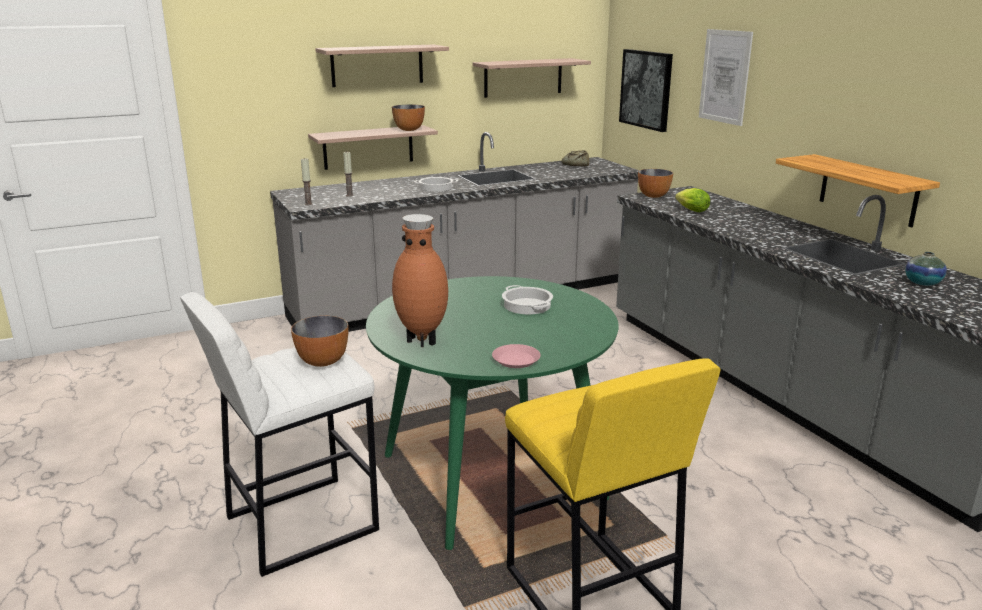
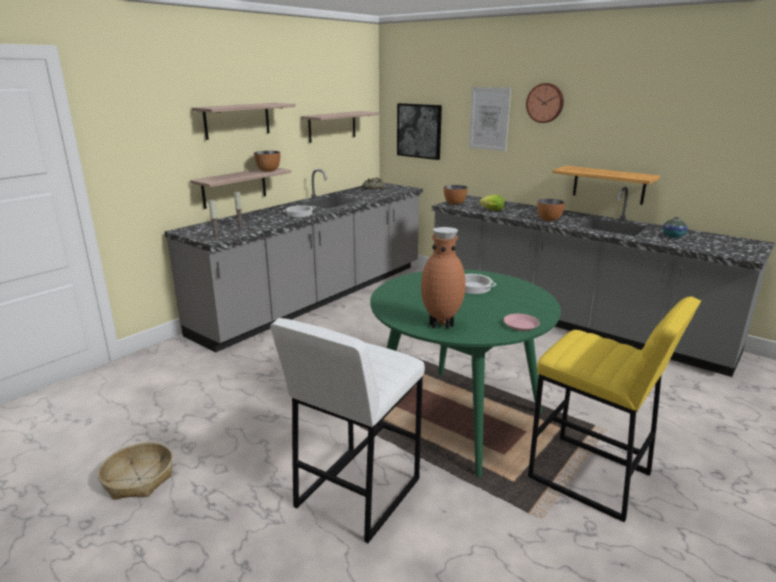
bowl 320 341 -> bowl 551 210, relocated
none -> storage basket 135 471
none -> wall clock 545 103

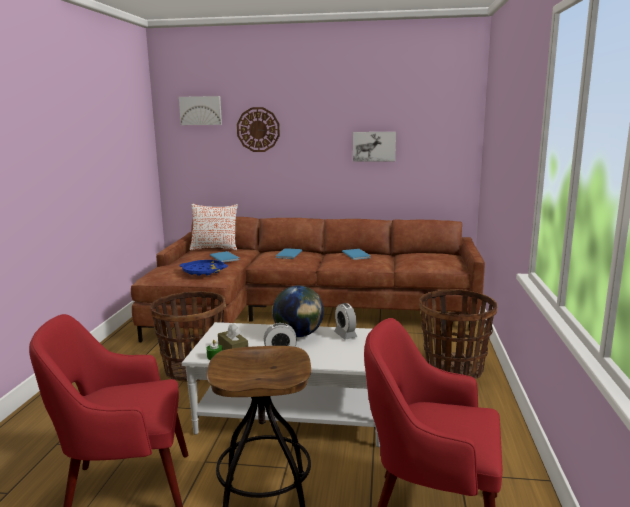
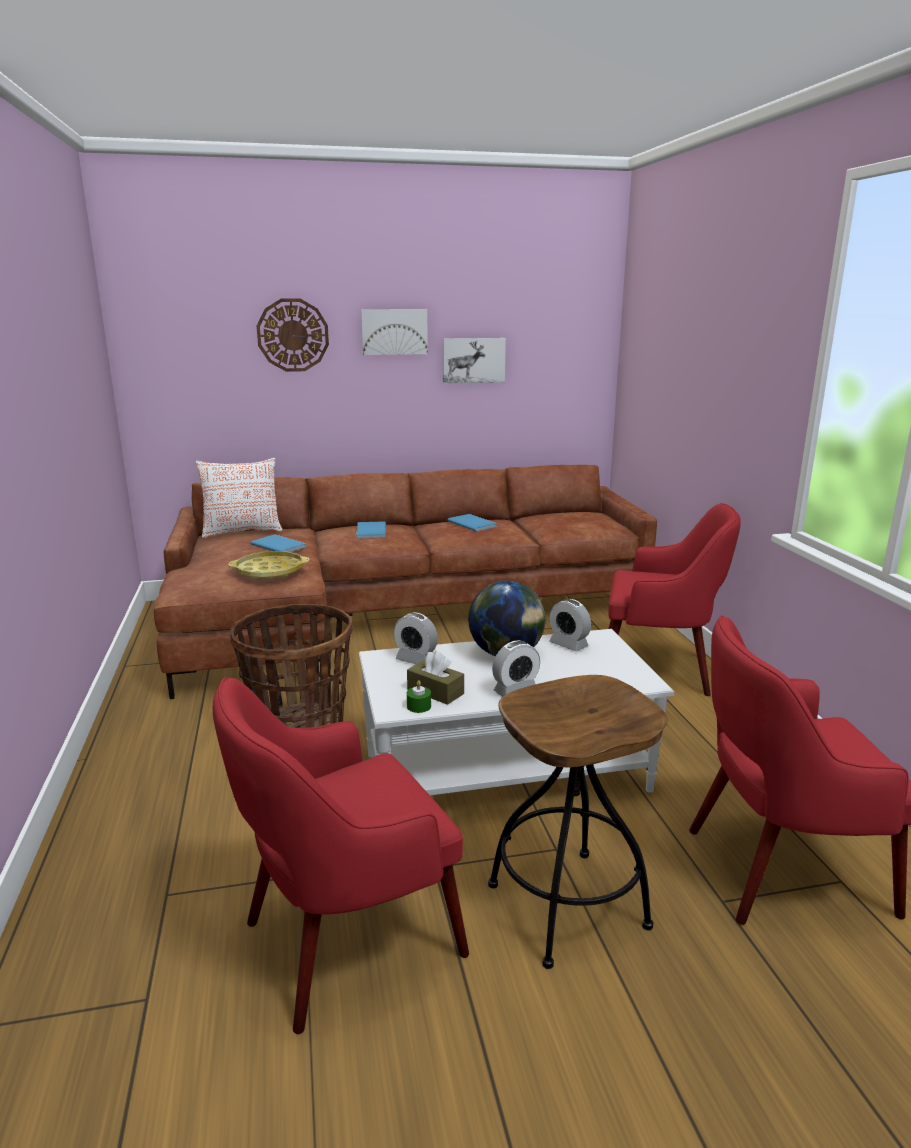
wall art 200 110 -> wall art 394 332, relocated
tray/bluish 204 268 -> tray/yellowish 269 565
storage basket 458 334 -> lounge chair/red 674 599
none -> bedside clock 416 638

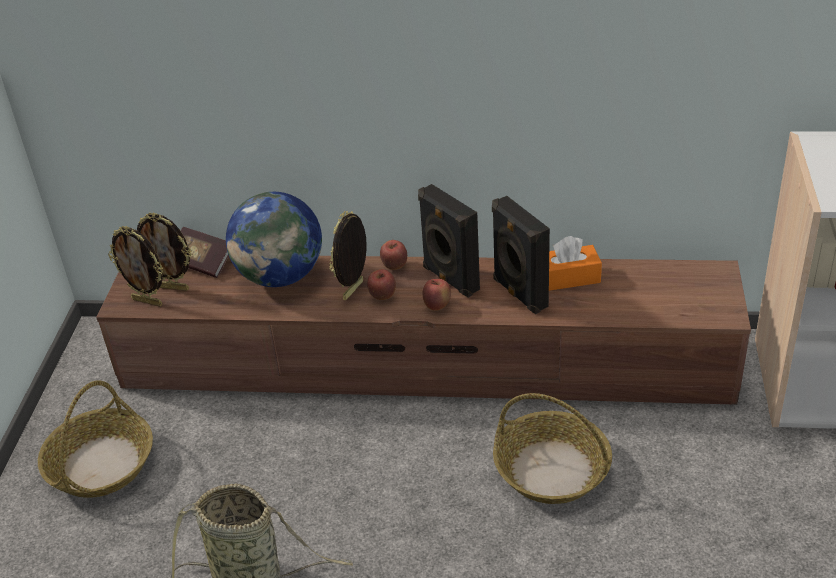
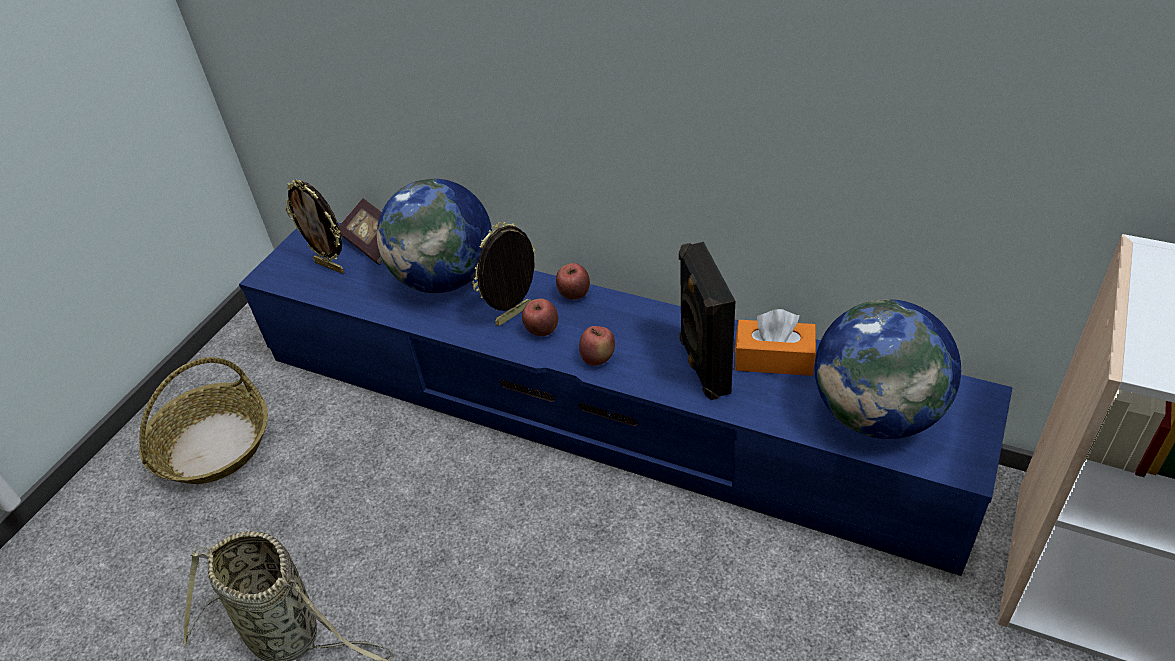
tv stand/brown 423 330 -> tv stand/bluish 626 399
picture frame 135 266 -> none
loudspeaker/black 449 241 -> none
storage basket 552 448 -> none
none -> world globe 888 369

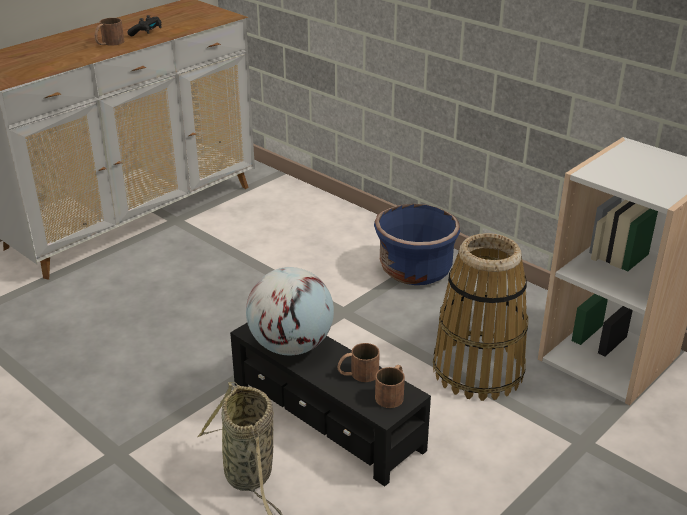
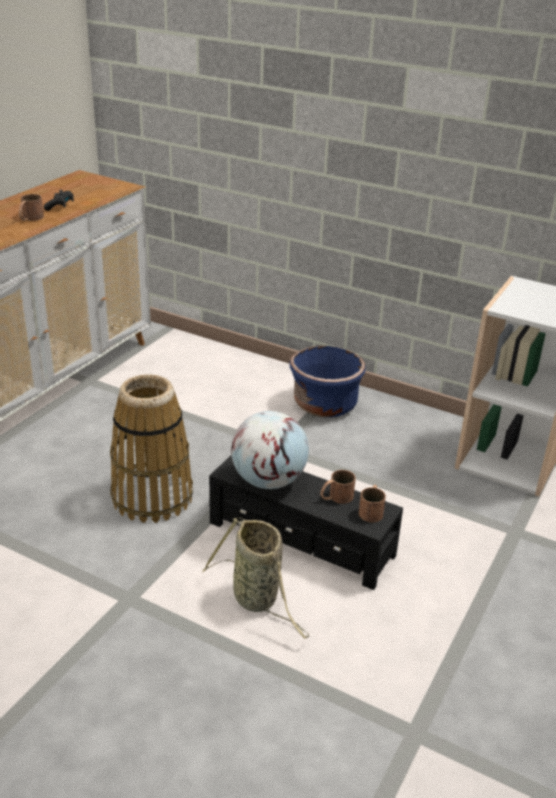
storage basket 480 317 -> storage basket 151 448, relocated

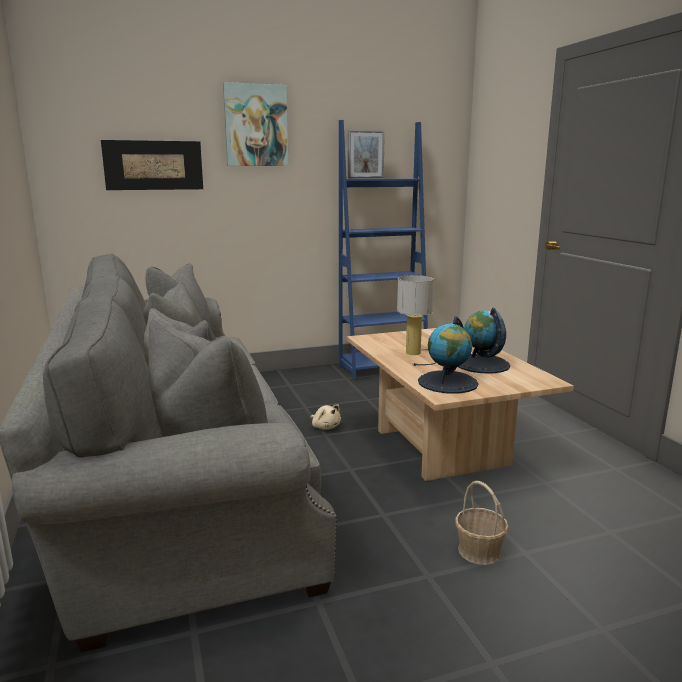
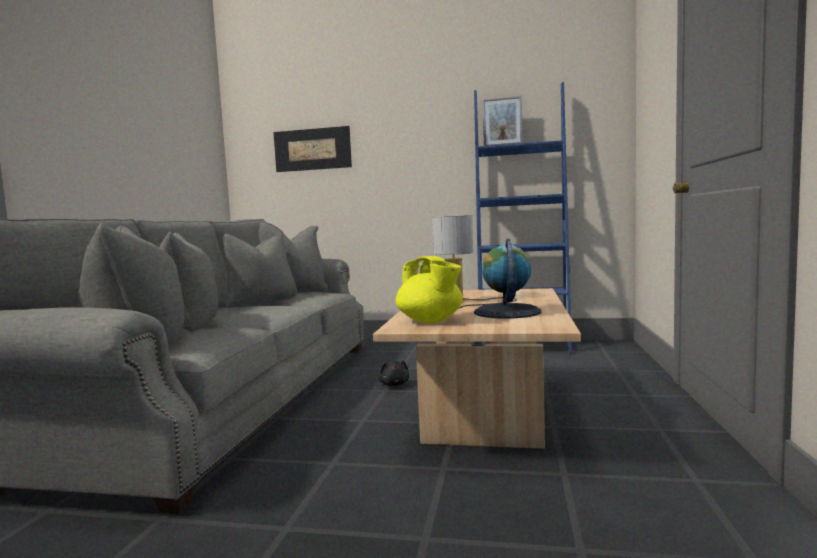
wall art 256 124 -> none
soft toy/beige-coloured 325 417 -> soft toy/black 393 373
world globe 448 355 -> pot for tea/yellowish 429 289
storage basket 482 523 -> none

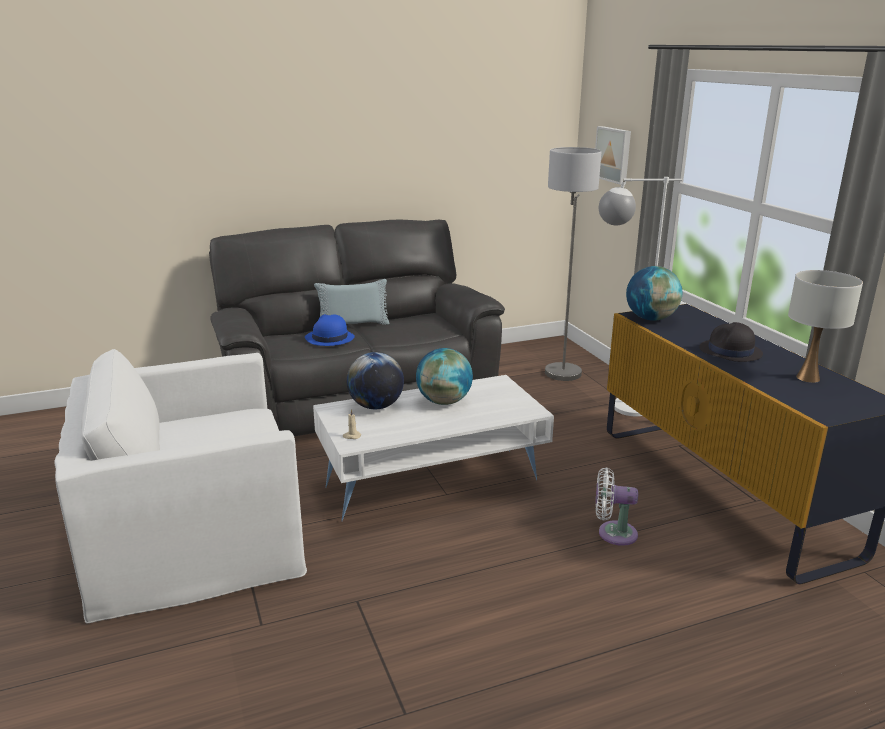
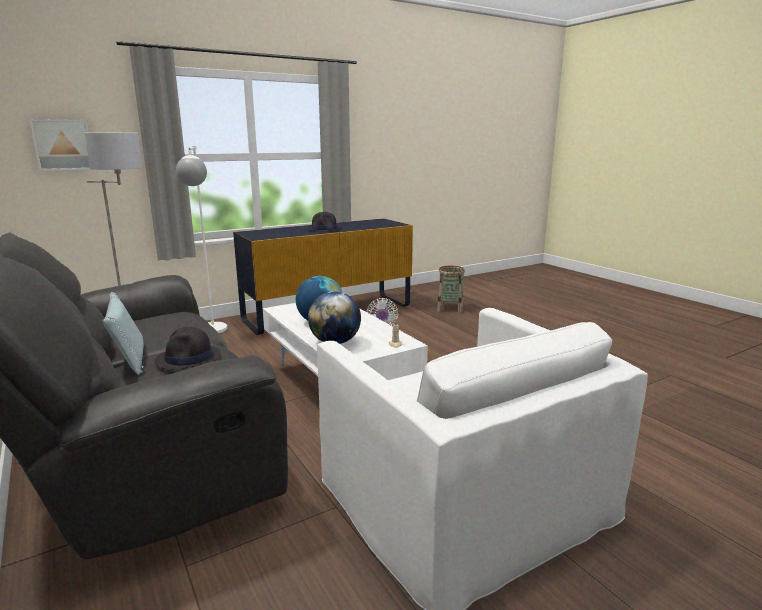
wearable hat/bluish 330 330 -> wearable hat/black 187 348
world globe 654 293 -> none
tabletop lamp/whitish 825 326 -> none
none -> storage basket 451 289

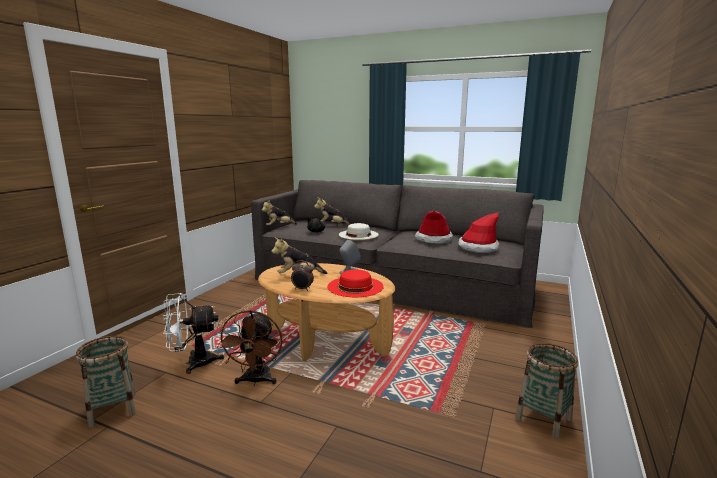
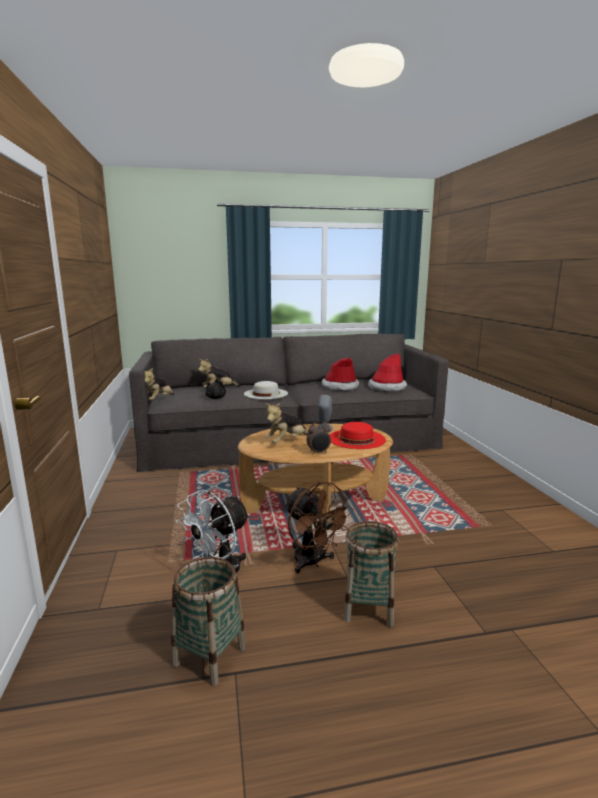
storage basket 546 391 -> storage basket 371 574, relocated

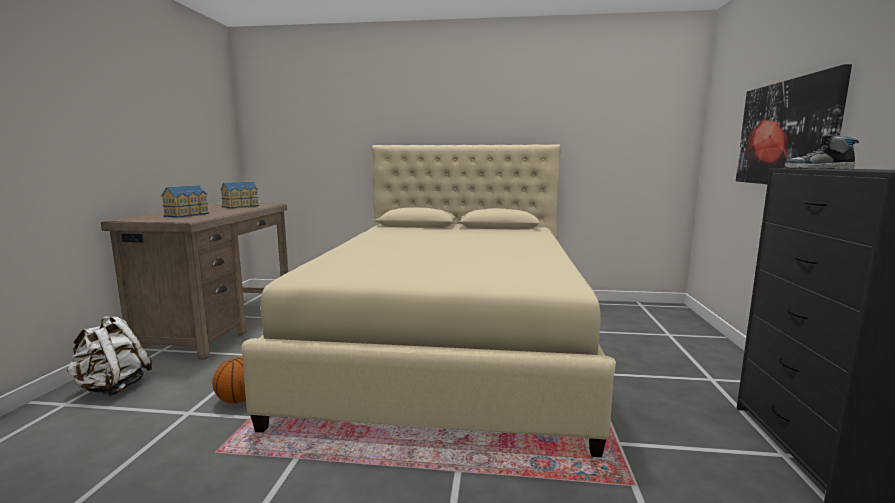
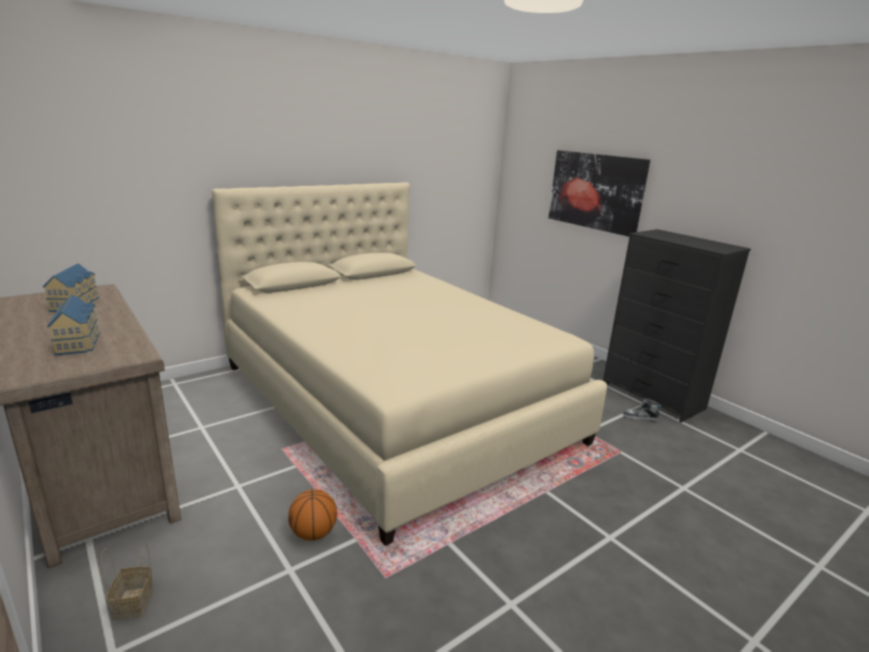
backpack/whitish 109 356 -> storage basket 127 582
shoe 822 151 -> shoe 642 410, relocated

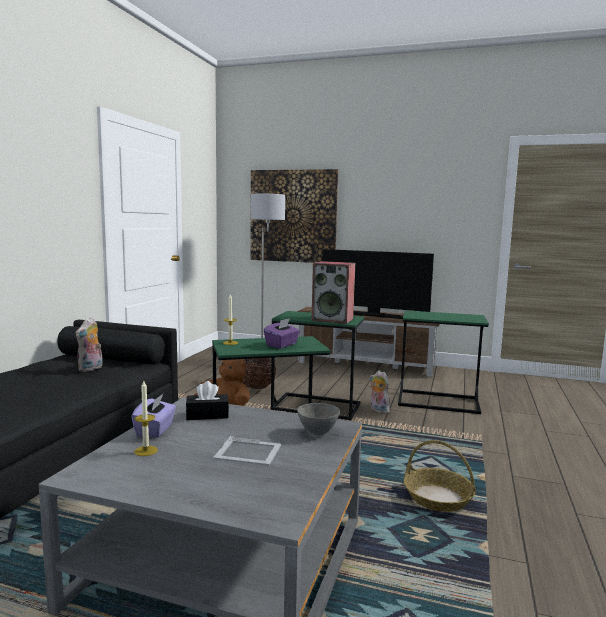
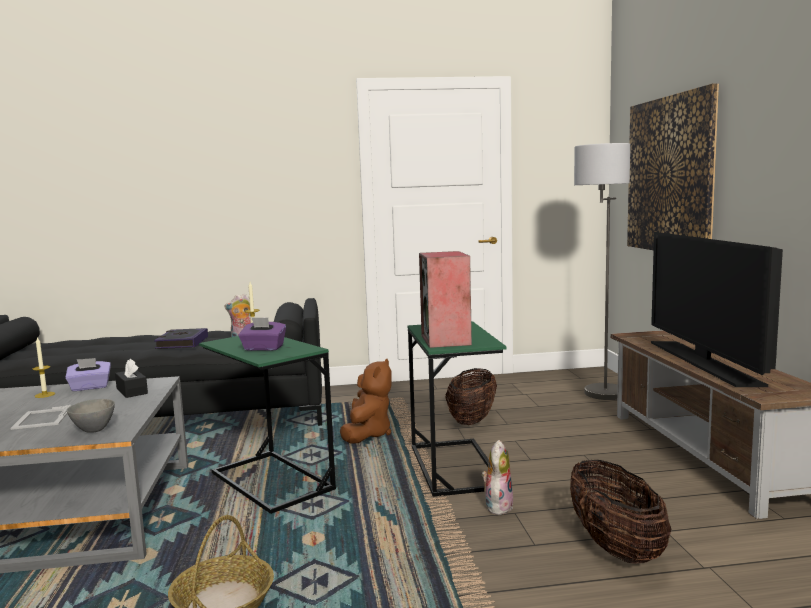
accent table/green 443 362 -> storage basket 620 512
none -> book 181 338

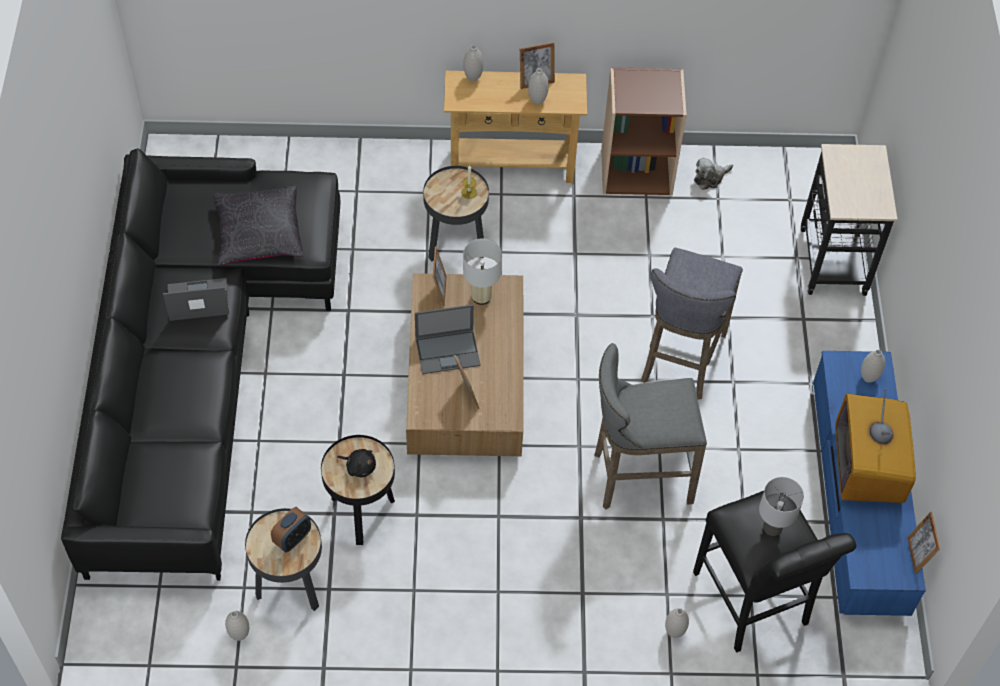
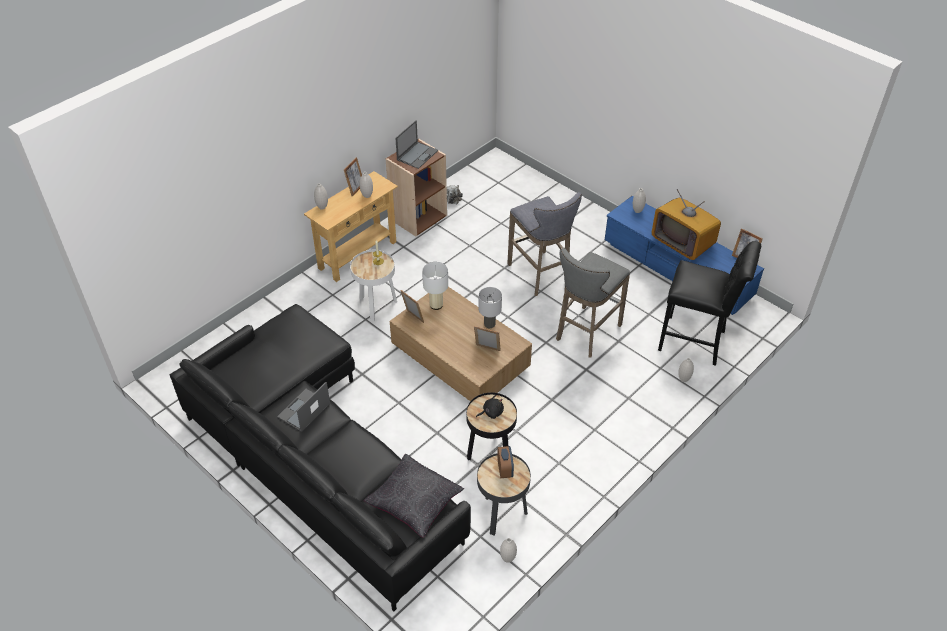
pillow/black 258 225 -> pillow/black 414 495, relocated
portable computer 448 339 -> portable computer 416 144, relocated
accent table/black 456 213 -> accent table/whitish 373 286
tabletop lamp/whitish 781 506 -> tabletop lamp/whitish 490 307, relocated
cart 849 220 -> none

